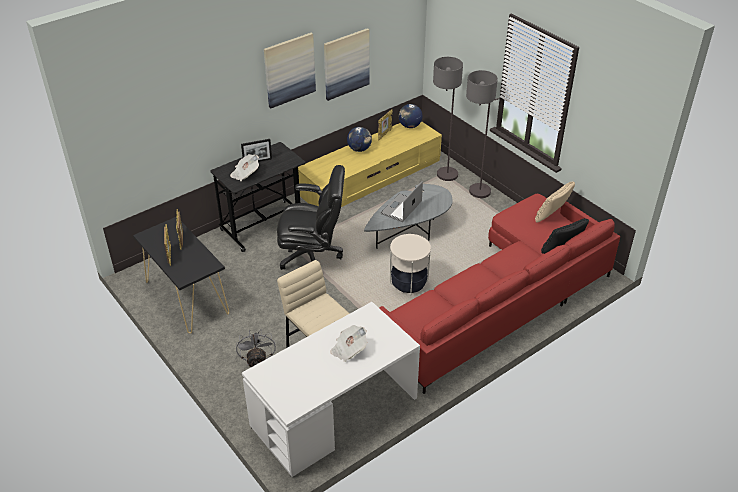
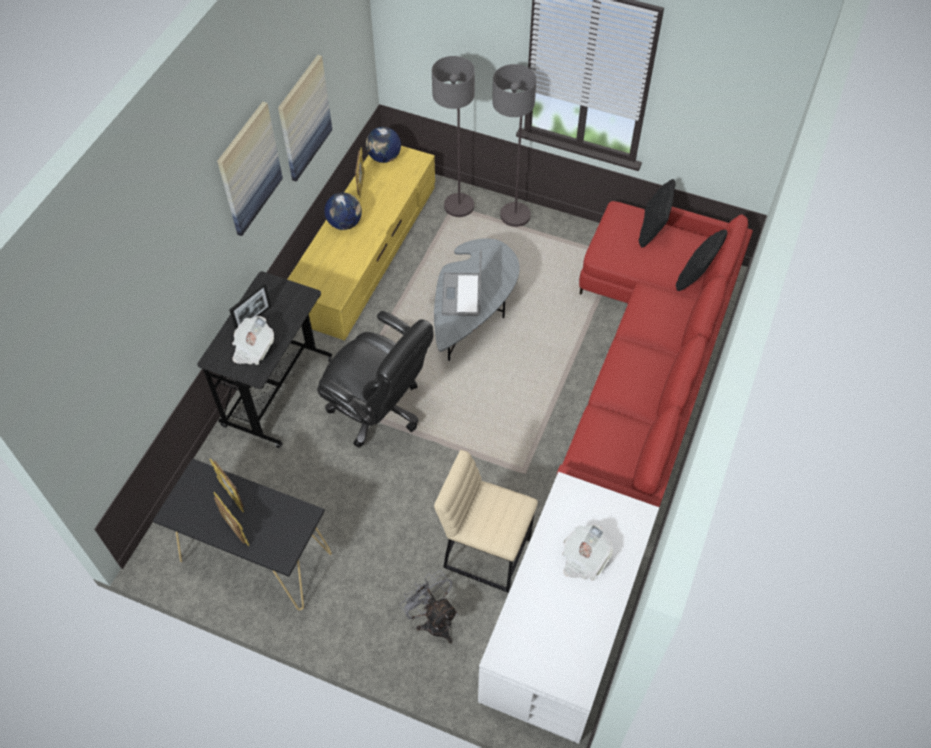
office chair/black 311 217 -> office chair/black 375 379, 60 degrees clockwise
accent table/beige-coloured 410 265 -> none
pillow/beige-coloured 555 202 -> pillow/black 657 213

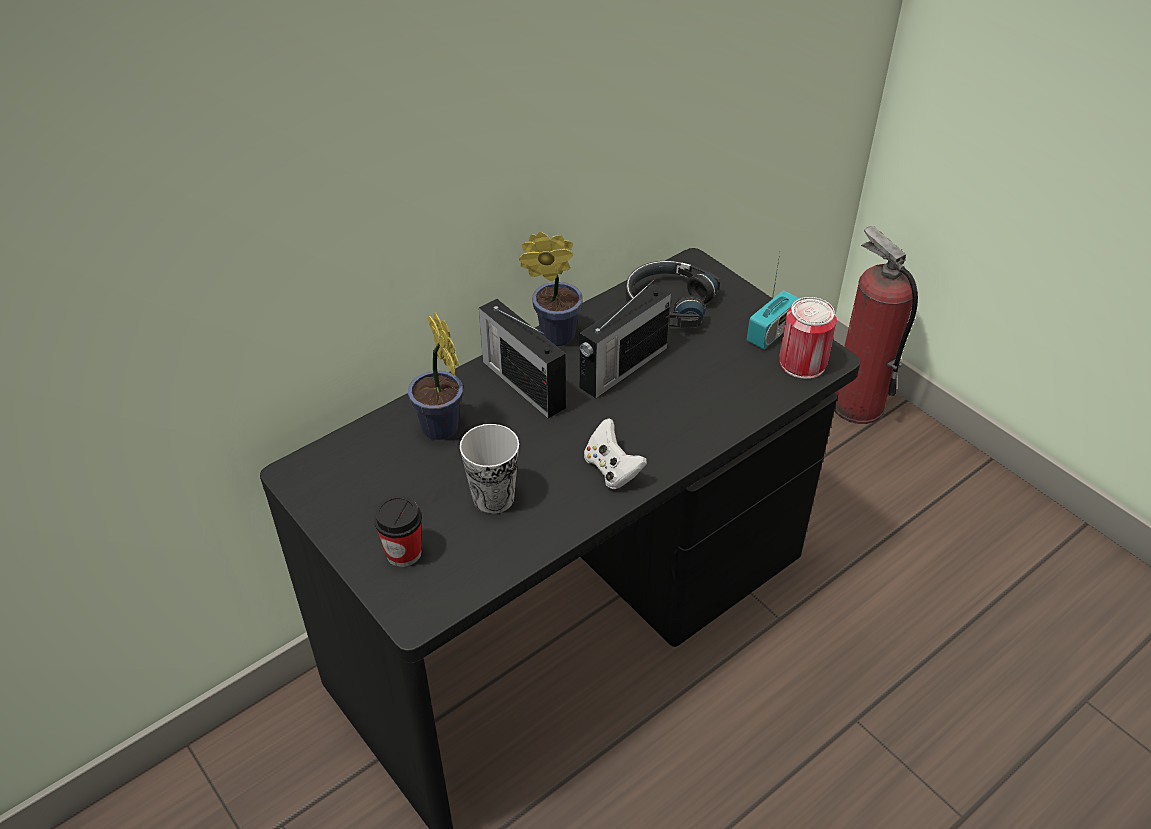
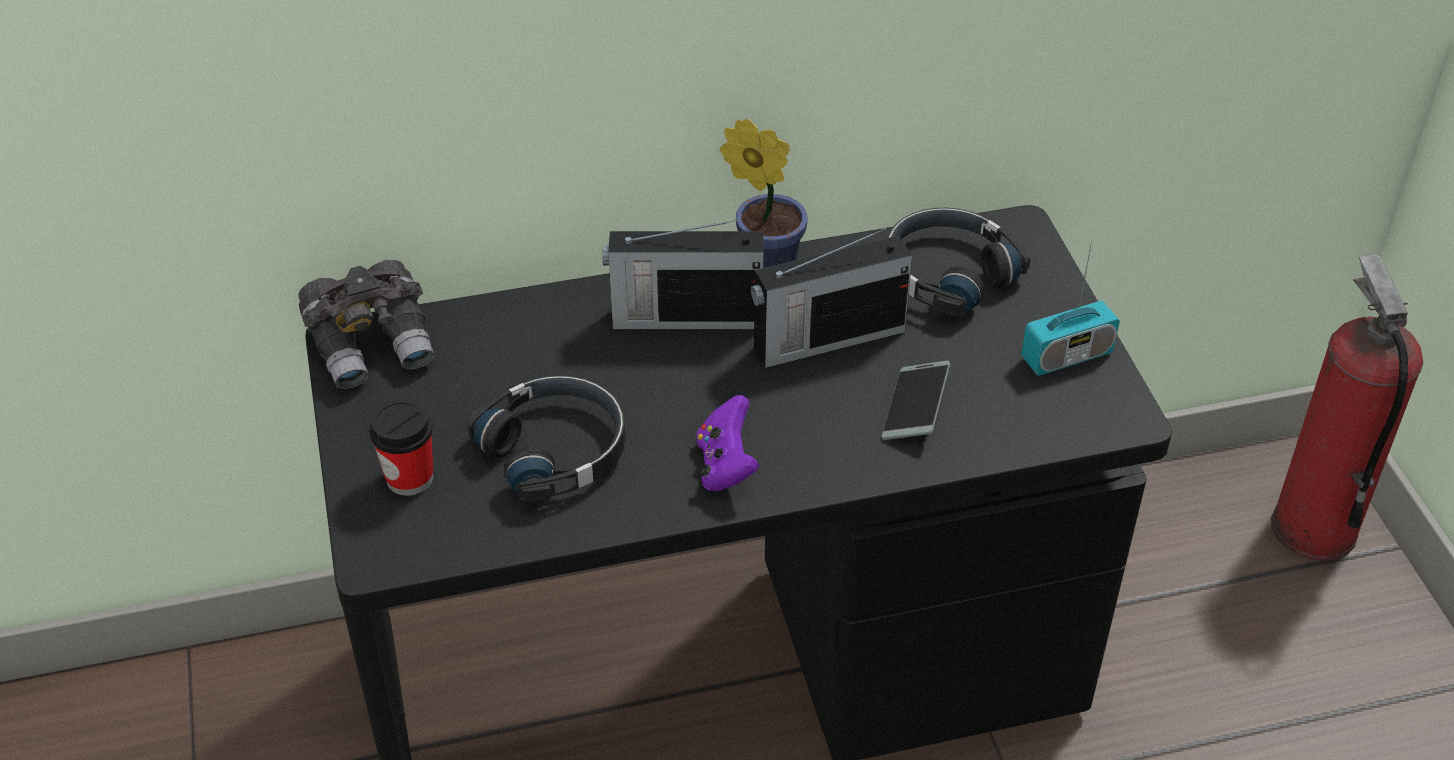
houseplant 435 376 -> none
cup 489 469 -> headphones/black 546 438
radio 522 358 -> radio 683 274, 75 degrees counterclockwise
joypad/whitish 615 453 -> joypad/purple 728 443
can 808 338 -> none
none -> field glasses/greyish 366 324
none -> handset 916 400

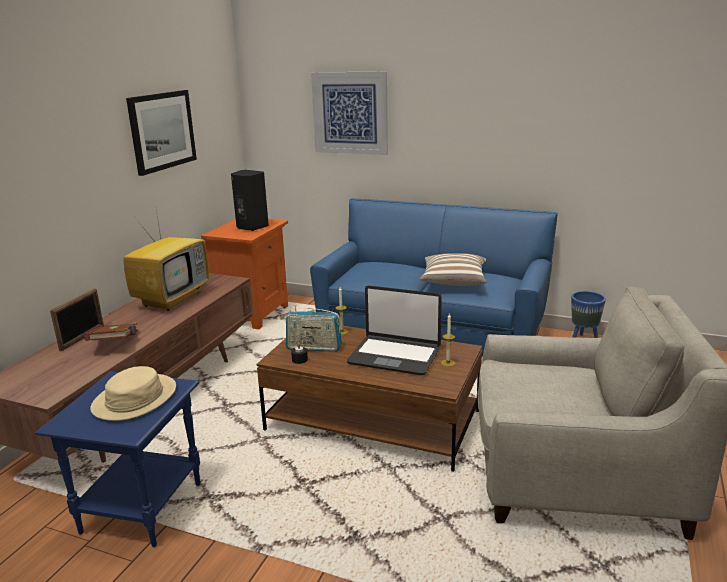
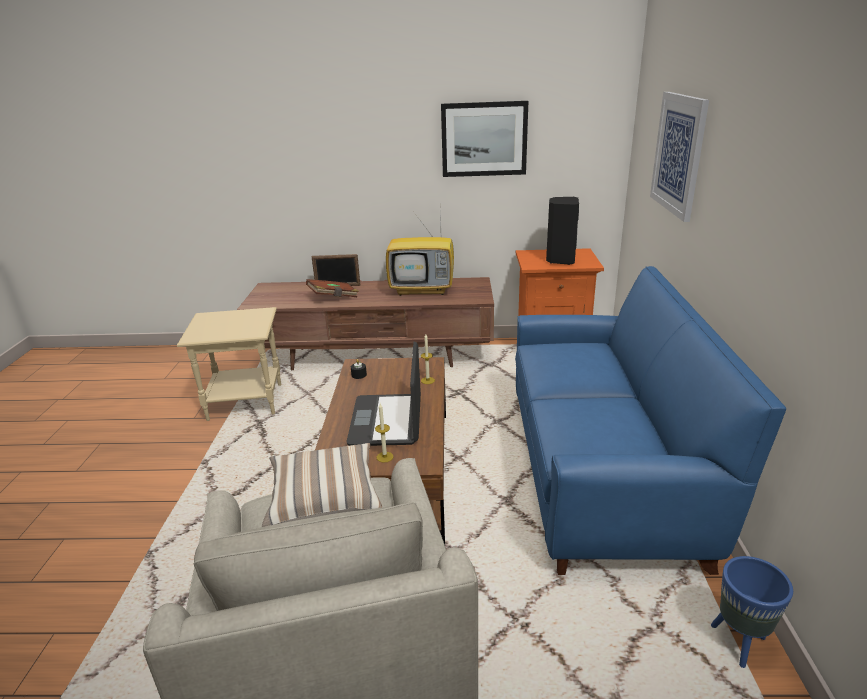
accent table/bluish 117 459 -> accent table/beige-coloured 229 364
wearable hat/beige-coloured 133 393 -> none
radio 314 328 -> none
pillow 453 269 -> pillow 322 485, relocated

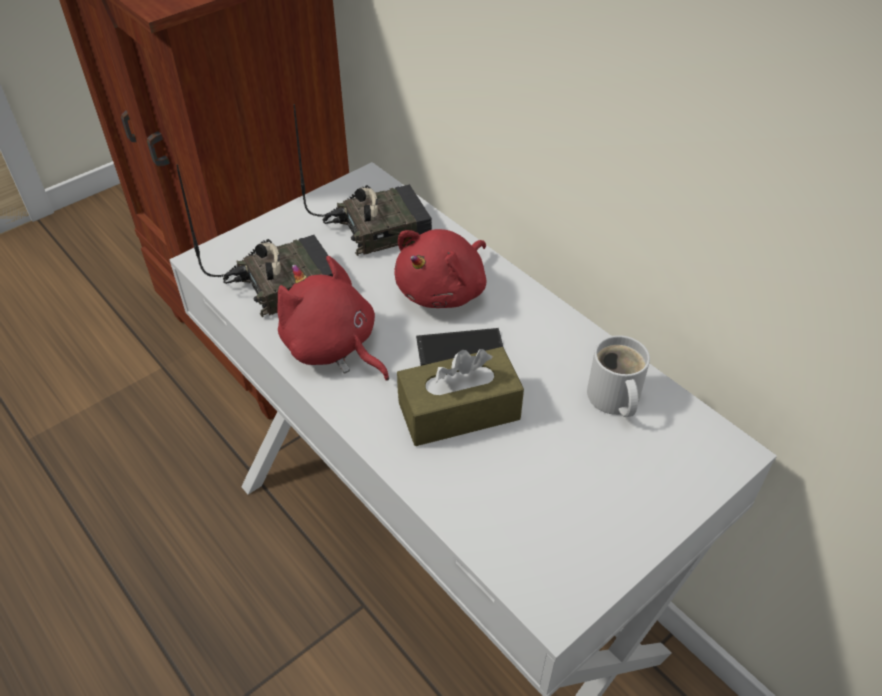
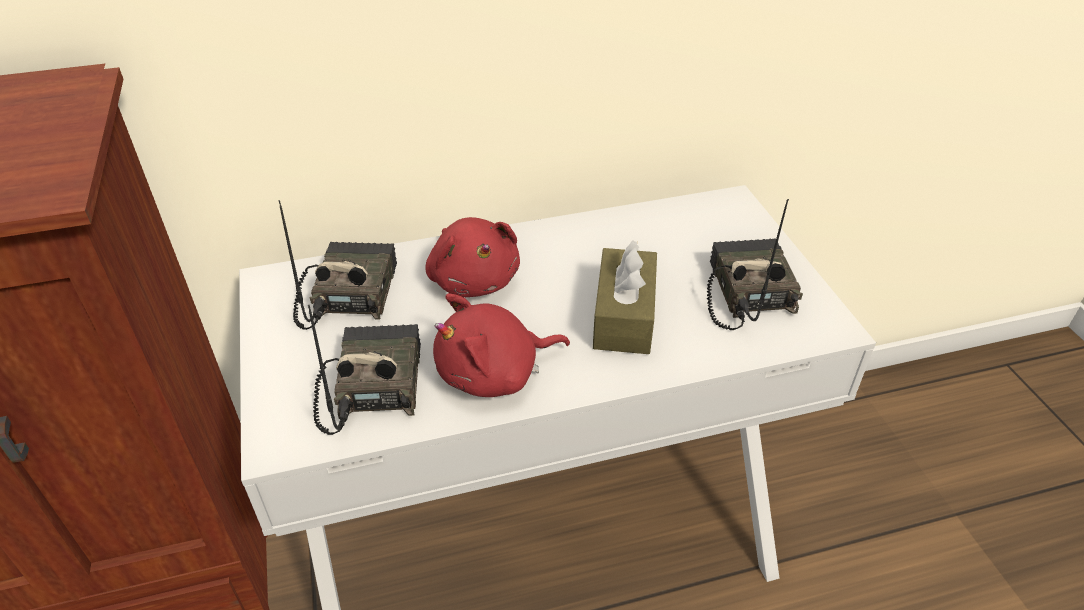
handset 459 347 -> none
tea mug/whitish 618 376 -> none
none -> radio 755 264

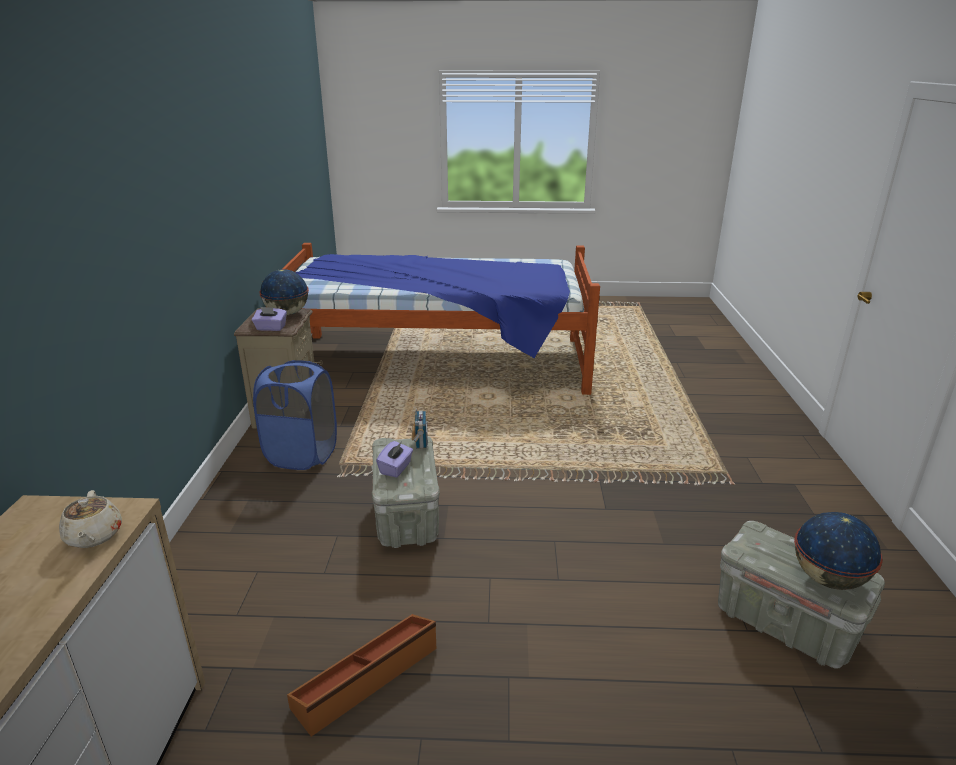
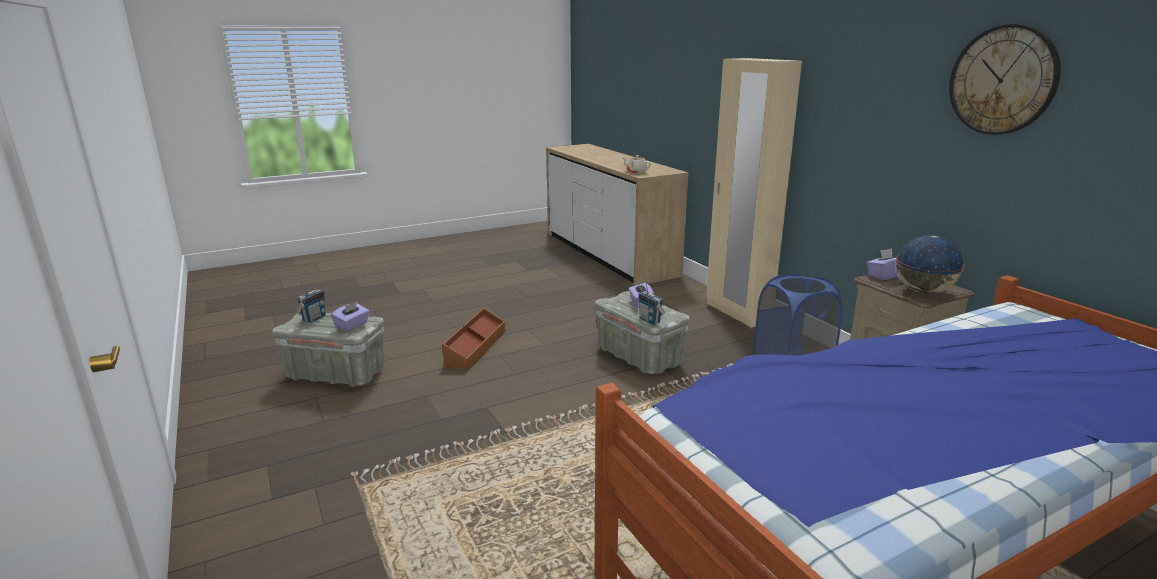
storage box/brown 361 675 -> storage box/brown 474 339, relocated
world globe 838 551 -> radio 311 303
none -> tissue holder/purple 350 316
none -> armoire/beige-coloured 754 193
none -> wall clock 1005 79

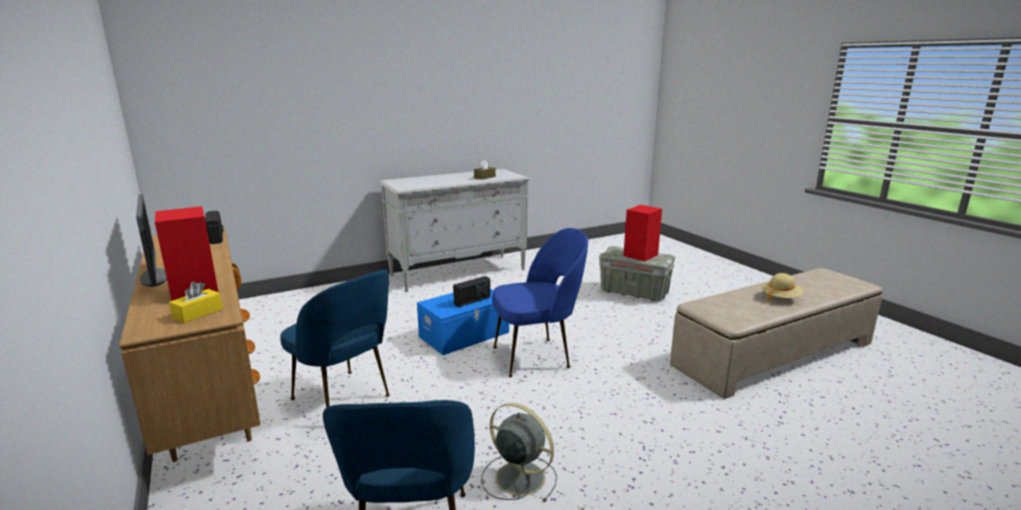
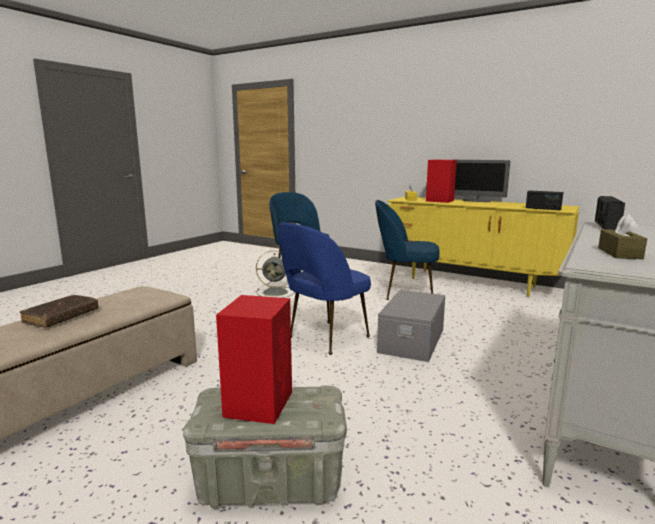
drawer chest/brown 190 345 -> drawer chest/yellowish 483 247
storage box/bluish 463 322 -> storage box/greyish 411 326
radio 471 291 -> radio 610 213, relocated
wearable hat/beige-coloured 783 287 -> book/brown 59 311

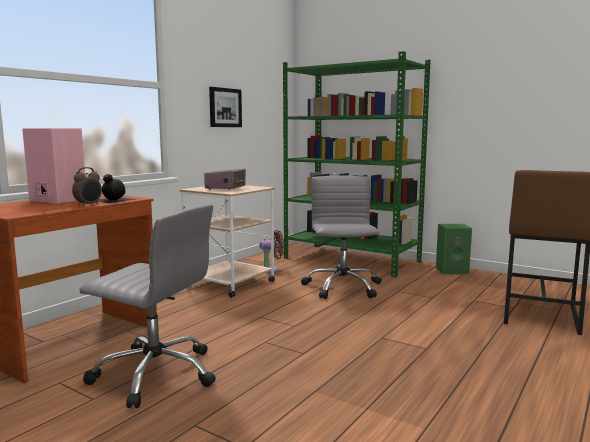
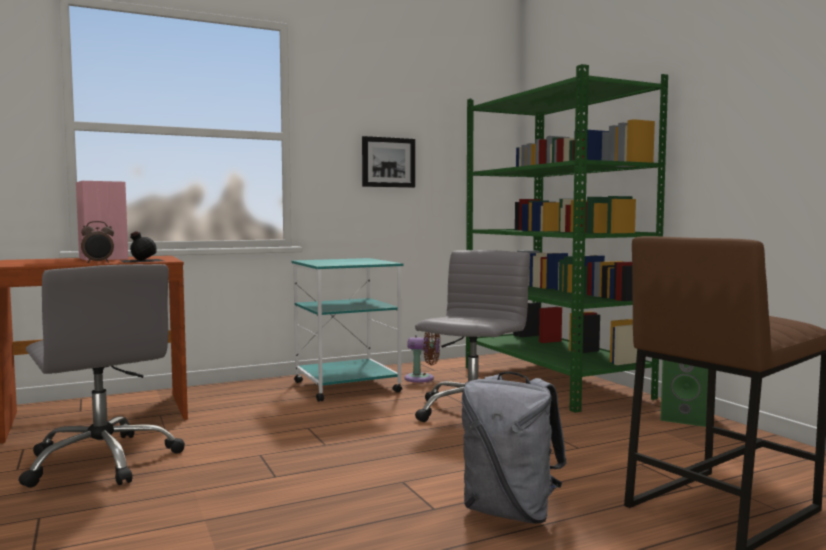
cart/beige-coloured 227 241 -> cart/turquoise-coloured 347 330
radio 225 179 -> none
none -> backpack/greyish 514 448

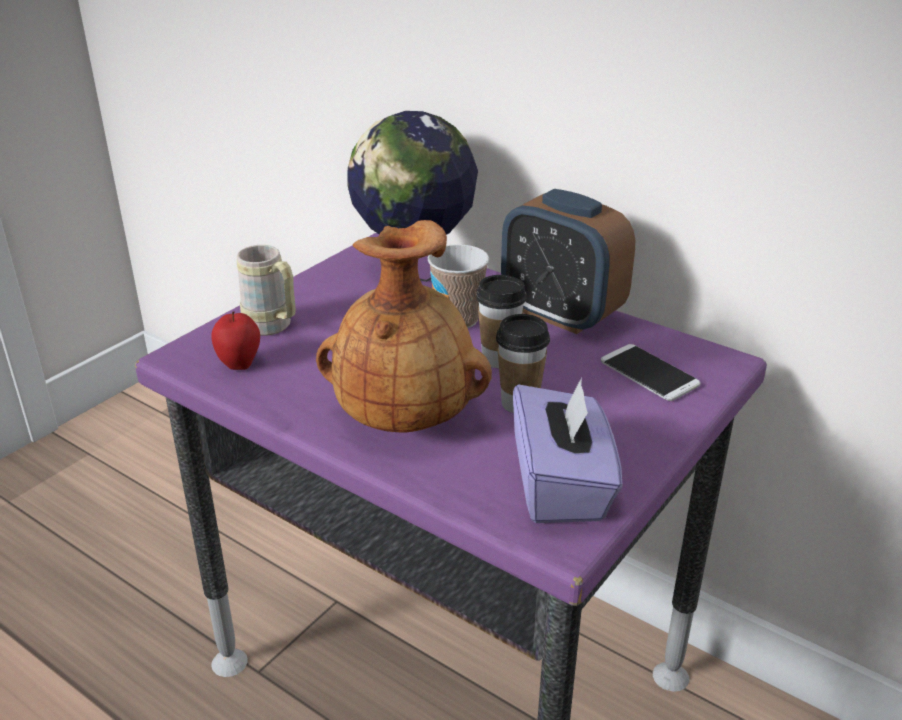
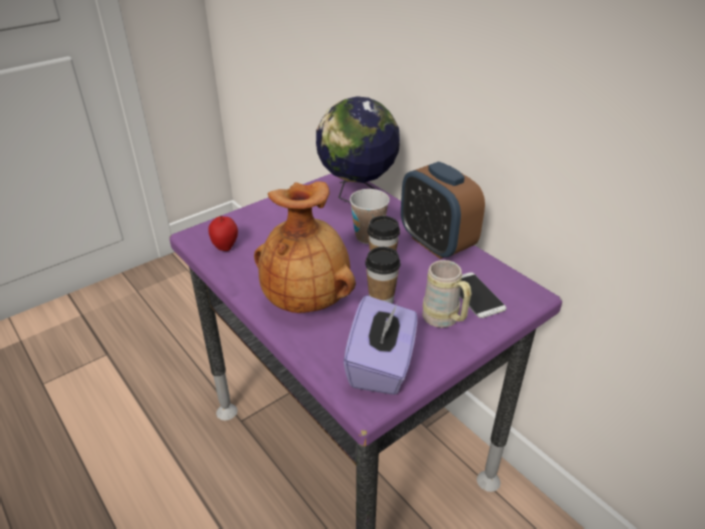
tea mug/beige-coloured 266 290 -> tea mug/beige-coloured 447 294, relocated

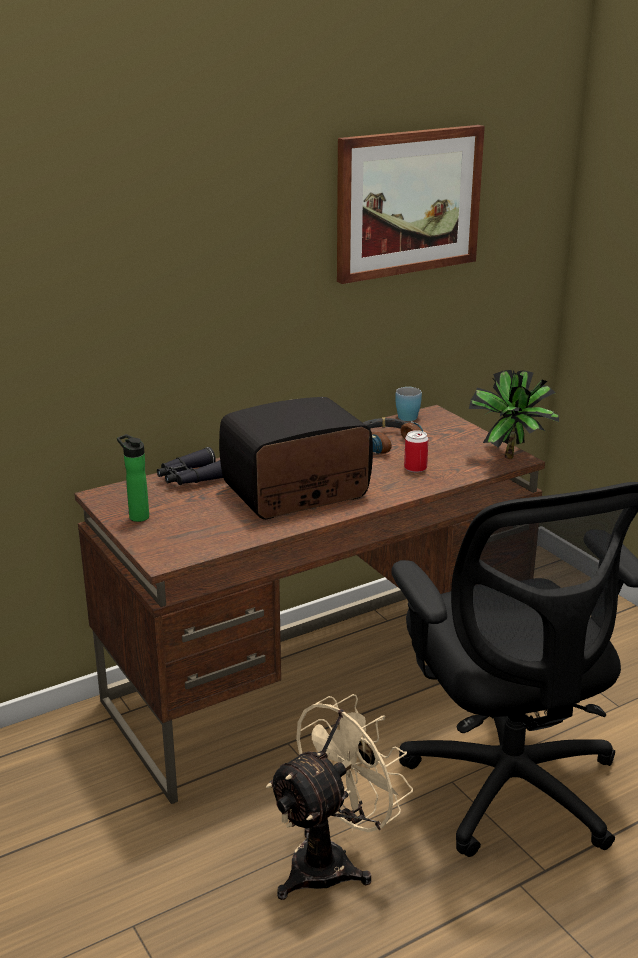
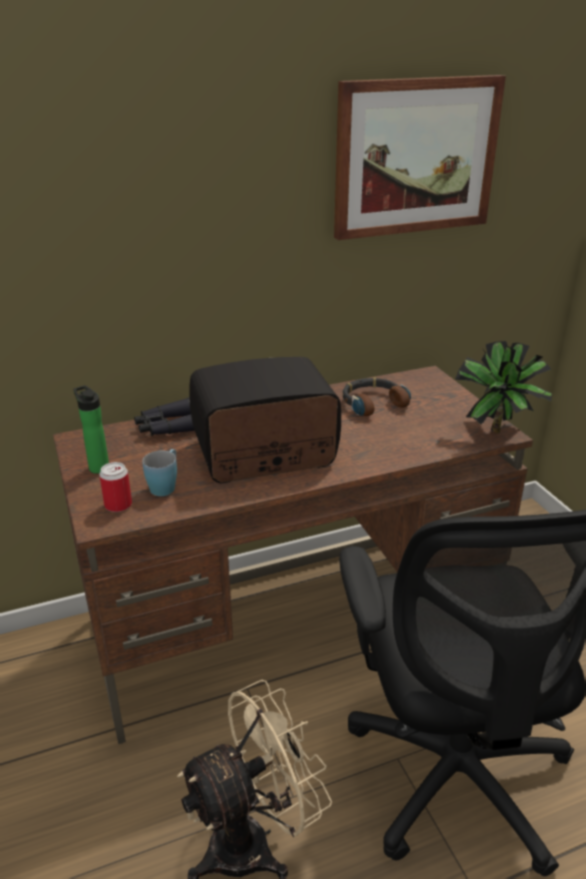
tea mug/bluish 409 404 -> tea mug/bluish 160 472, relocated
can 416 451 -> can 115 487, relocated

